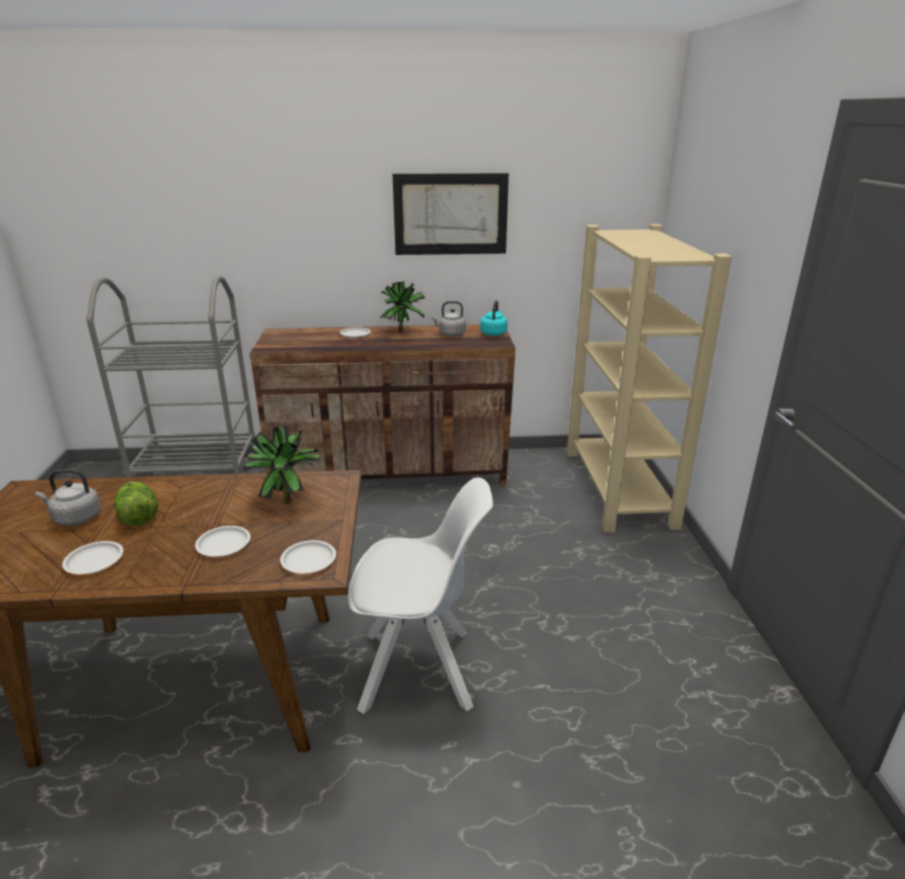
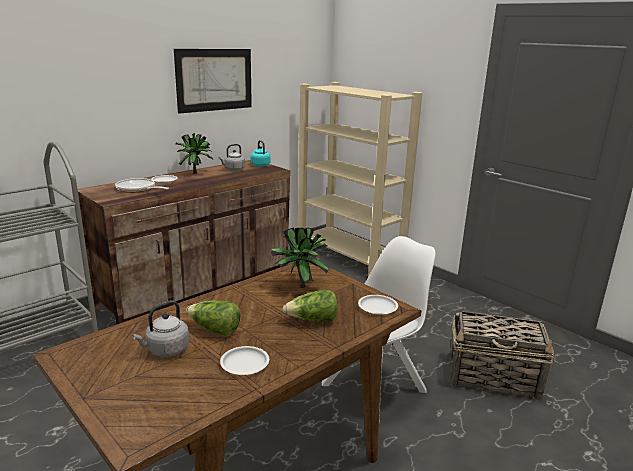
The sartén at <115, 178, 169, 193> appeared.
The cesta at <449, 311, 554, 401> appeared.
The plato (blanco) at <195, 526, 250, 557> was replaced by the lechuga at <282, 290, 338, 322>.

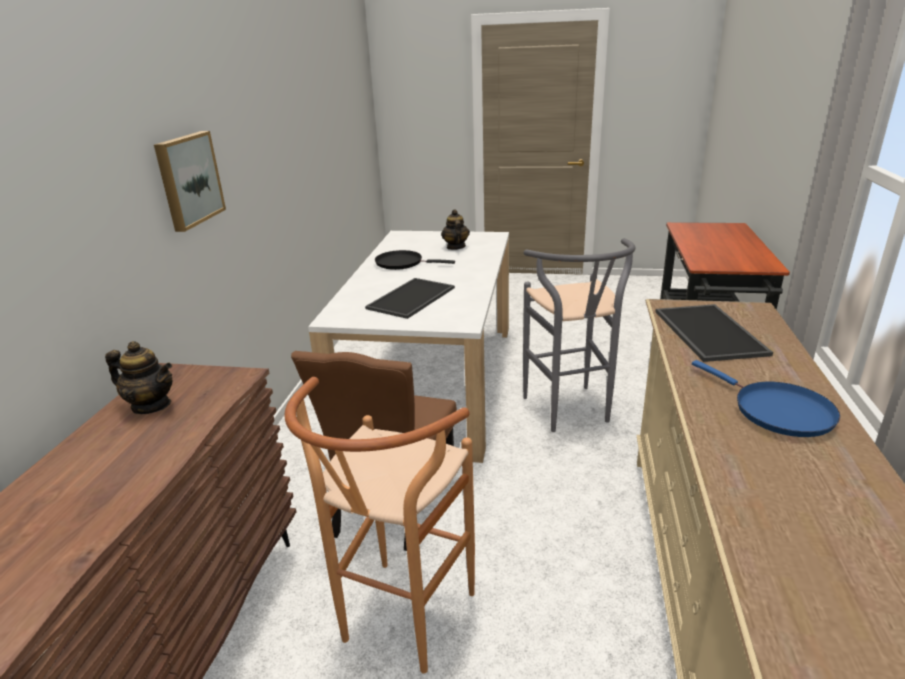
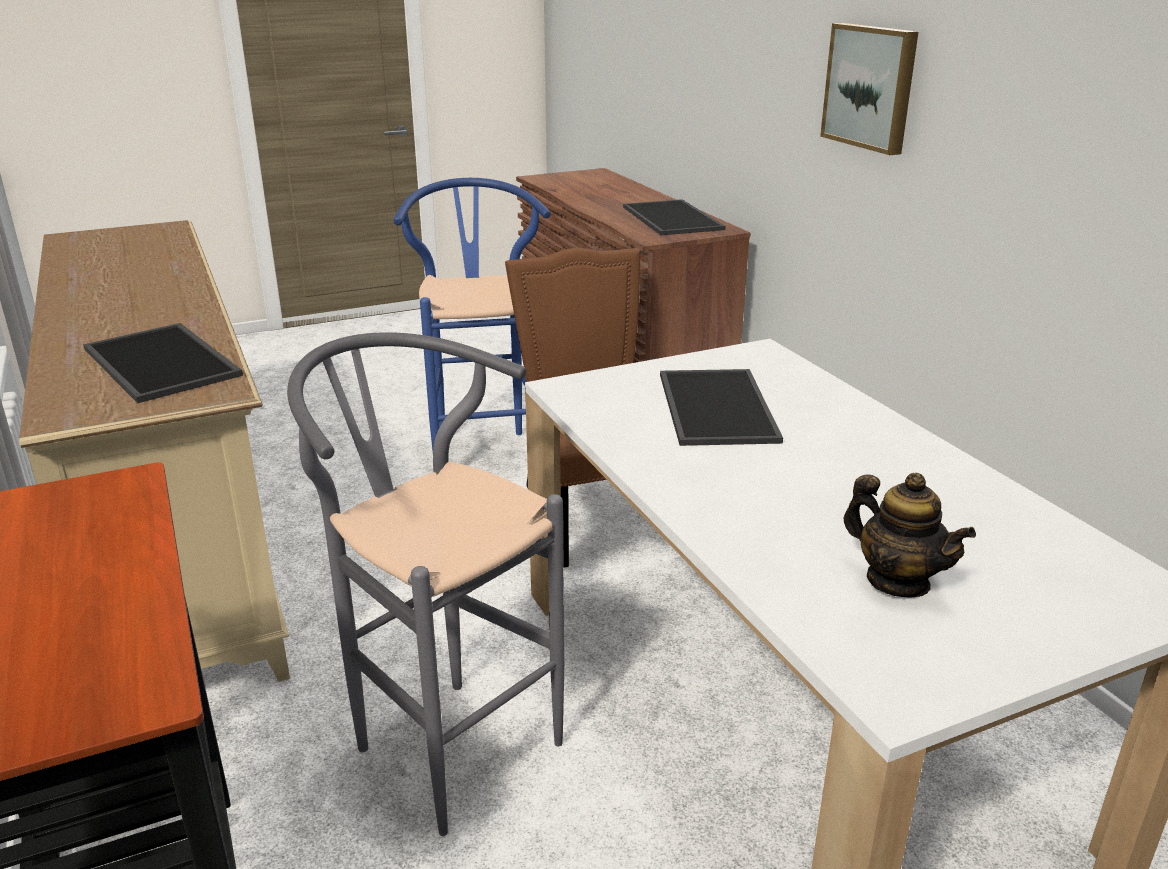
The sartén (negro) at <375, 250, 455, 270> disappeared.
The sartén (azul) at <692, 360, 840, 437> disappeared.
The tetera at <105, 341, 172, 414> was replaced by the bandeja at <623, 199, 725, 235>.
The taburete (marrón) at <284, 377, 475, 674> became the taburete (azul) at <393, 178, 551, 450>.

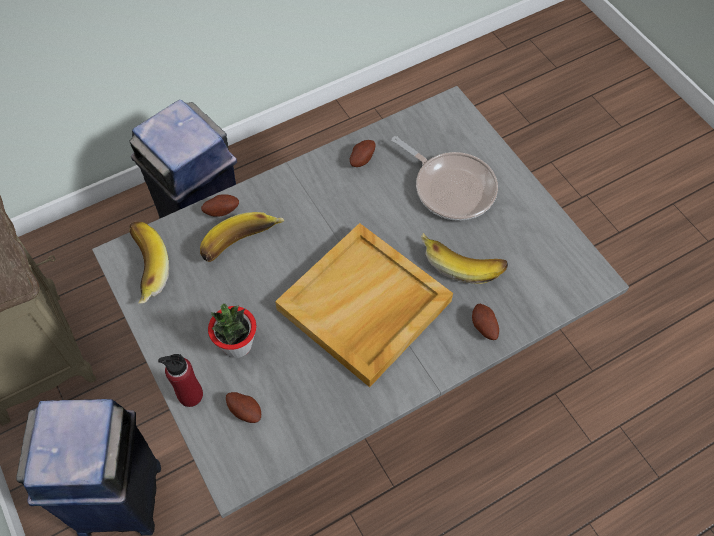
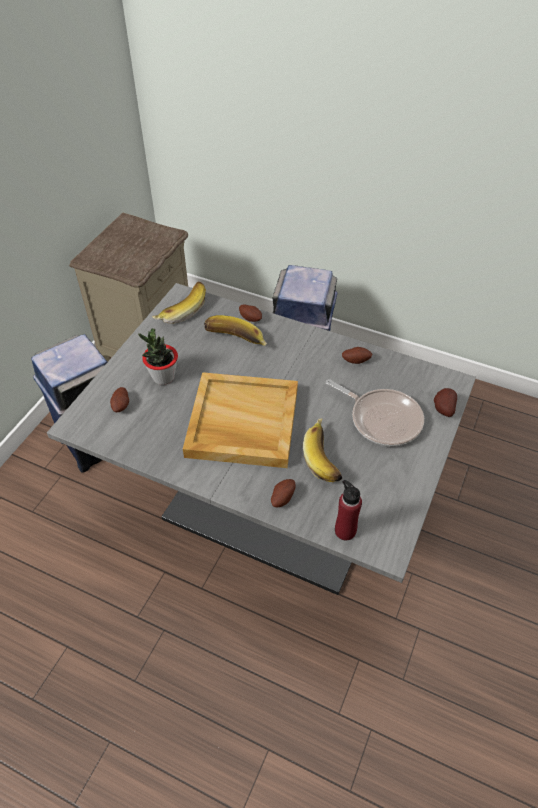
The patata at <434, 388, 457, 417> appeared.
The botella (rojo) moved from <158, 354, 203, 407> to <335, 480, 362, 540>.
The sartén at <391, 136, 498, 221> turned 60 degrees counterclockwise.

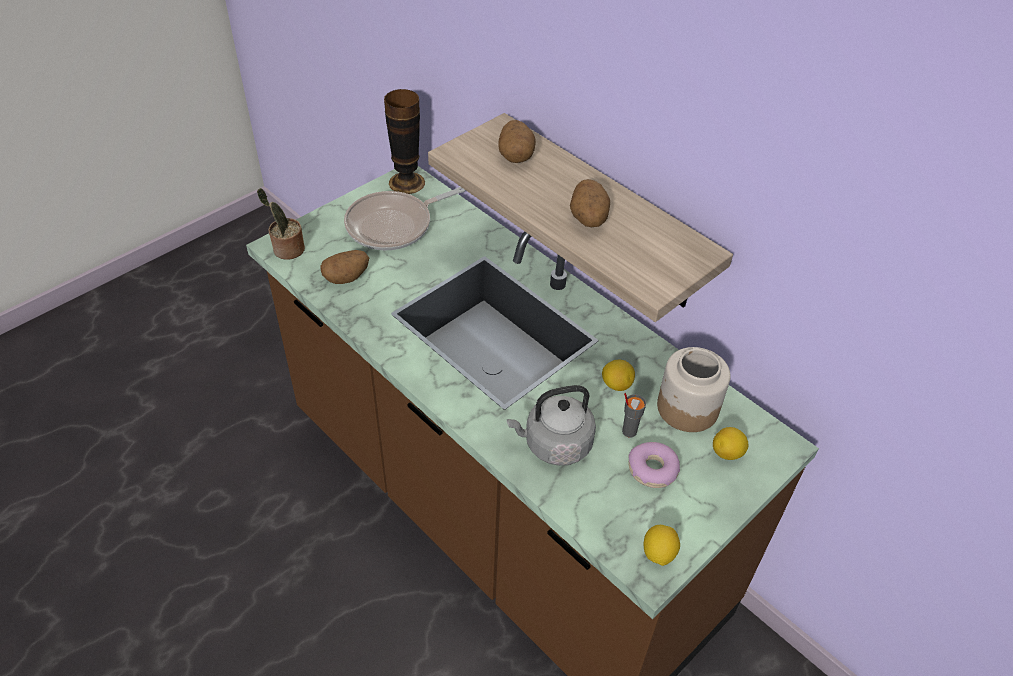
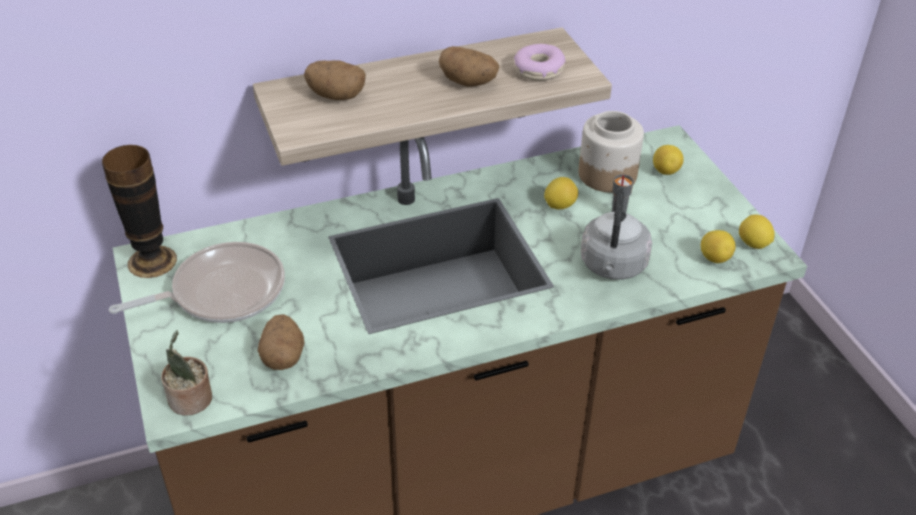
The limón at <701, 230, 736, 263> appeared.
The rosquilla moved from <628, 442, 680, 488> to <514, 44, 566, 81>.
The sartén at <344, 187, 466, 250> turned 105 degrees counterclockwise.

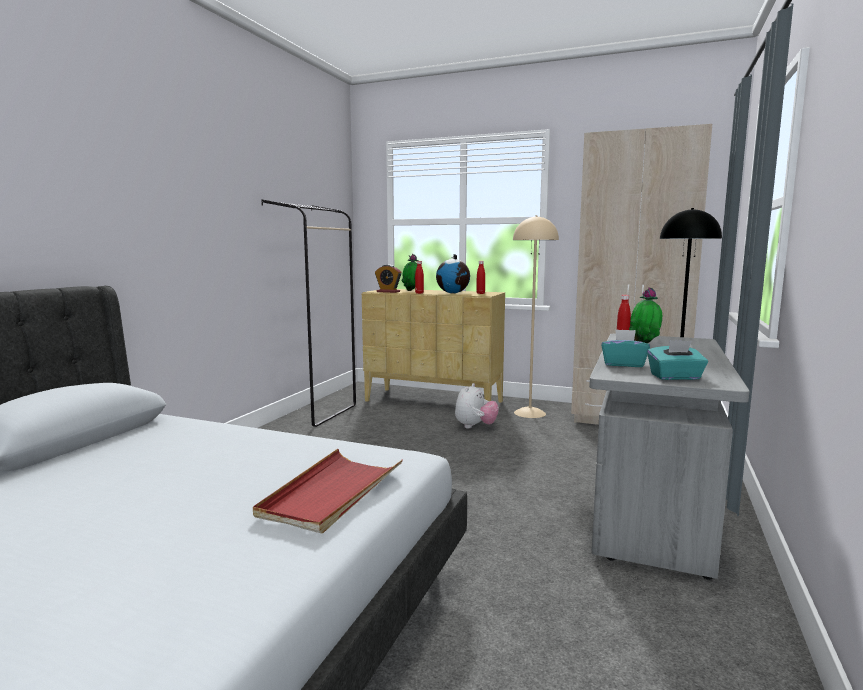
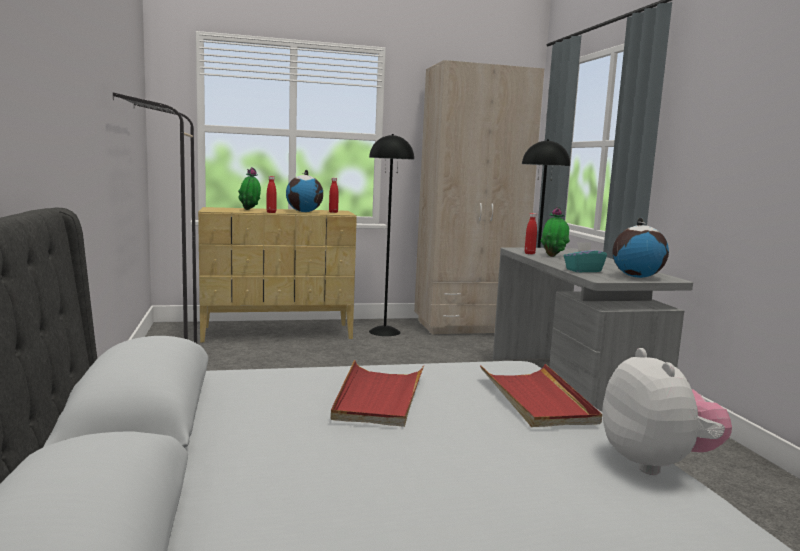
The despertador at <375, 265, 401, 293> disappeared.
The bandeja (rojo) at <331, 360, 424, 427> appeared.
The peluche moved from <455, 383, 499, 428> to <602, 348, 732, 475>.
The caja de pañuelos (turquesa) at <647, 340, 708, 380> was replaced by the globo terráqueo at <613, 218, 669, 278>.
The lámpara de pie (beis) at <513, 215, 559, 418> became the lámpara de pie (negro) at <369, 134, 414, 336>.

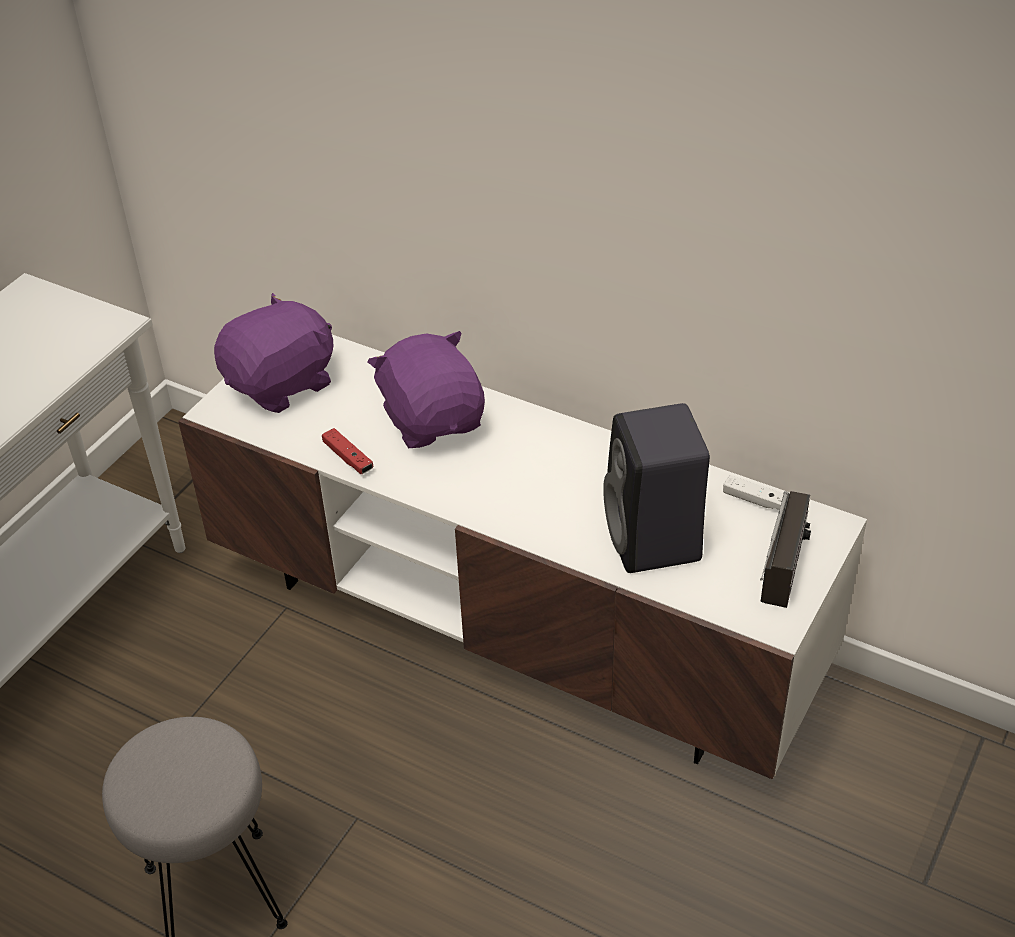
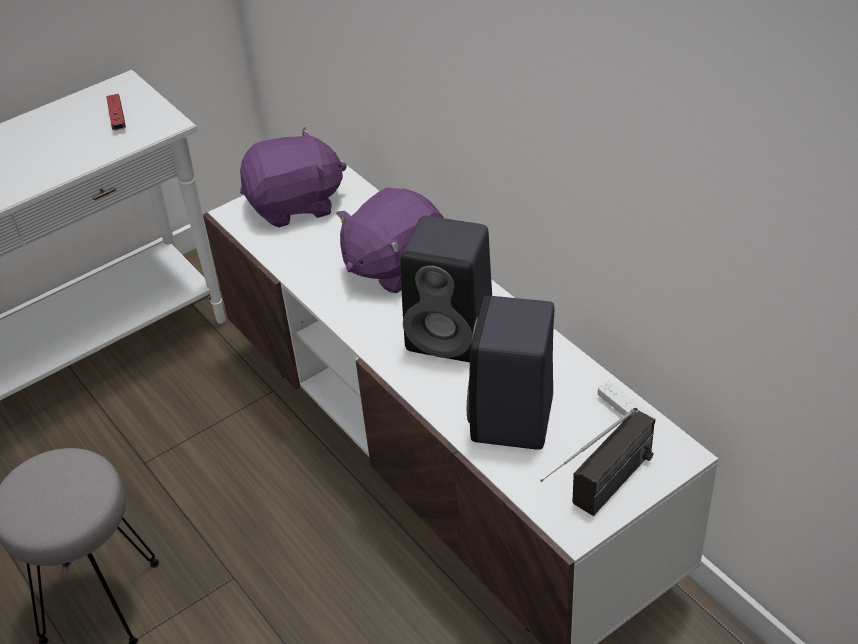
The altavoz (negro) at <400, 216, 492, 362> appeared.
The mando de consola (rojo) moved from <322, 428, 374, 474> to <106, 94, 126, 130>.
The peluche (morado) at <368, 331, 485, 448> turned 135 degrees counterclockwise.

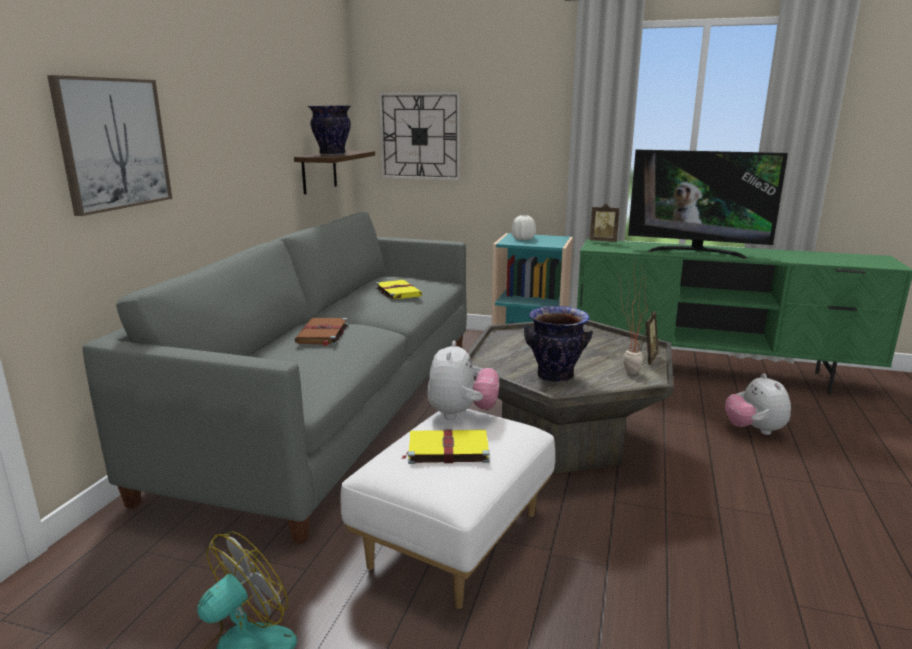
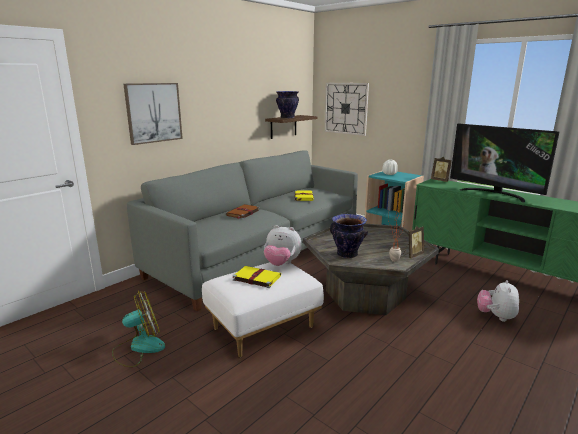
The peluche at <427, 341, 499, 419> turned 75 degrees clockwise.

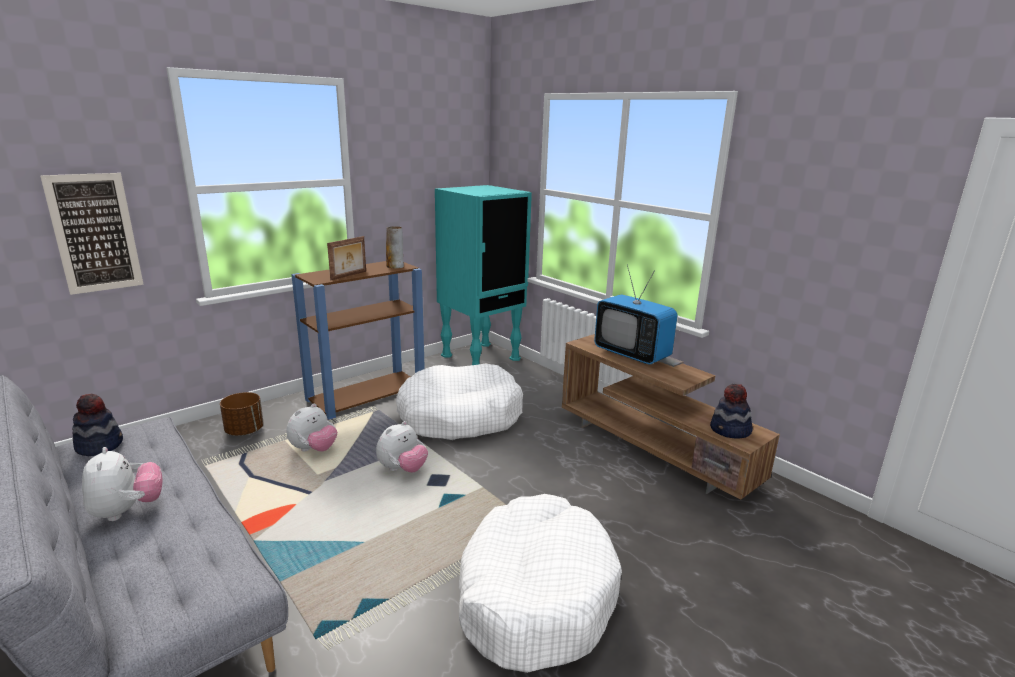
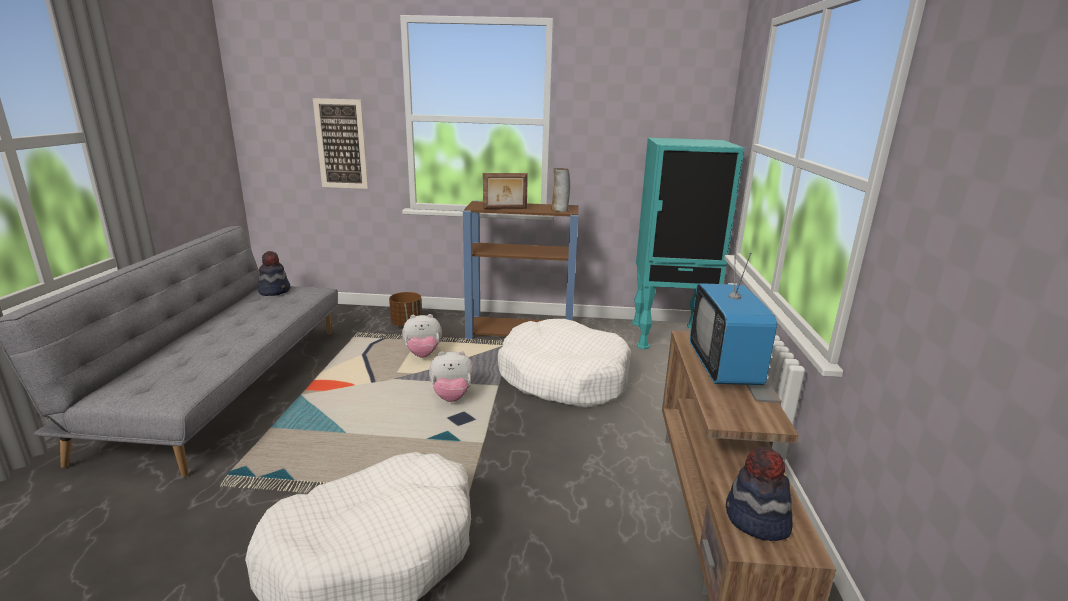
The peluche at <82, 447, 163, 521> disappeared.

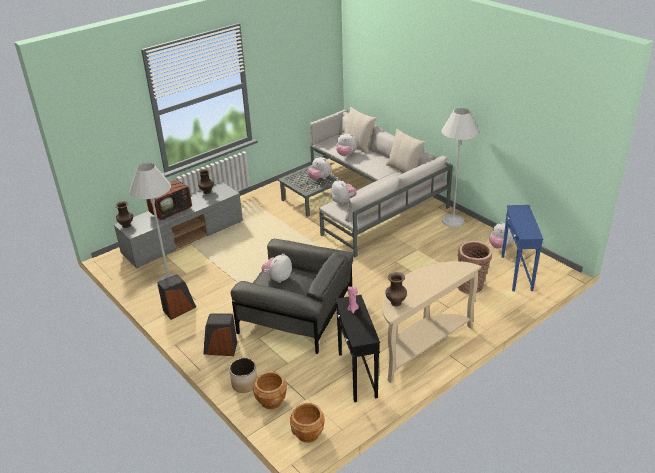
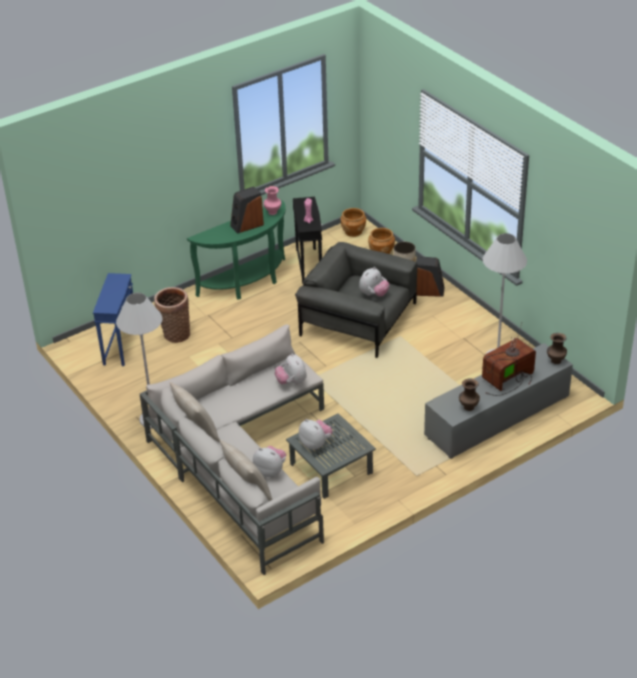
The peluche at <489, 222, 514, 249> disappeared.
The altavoz moved from <157, 275, 196, 320> to <230, 186, 264, 234>.
The mesa consola (beis) at <382, 261, 481, 383> became the mesa consola (verde) at <187, 200, 286, 300>.
The florero (marrón) at <385, 272, 407, 306> became the florero (rosa) at <264, 186, 281, 215>.

